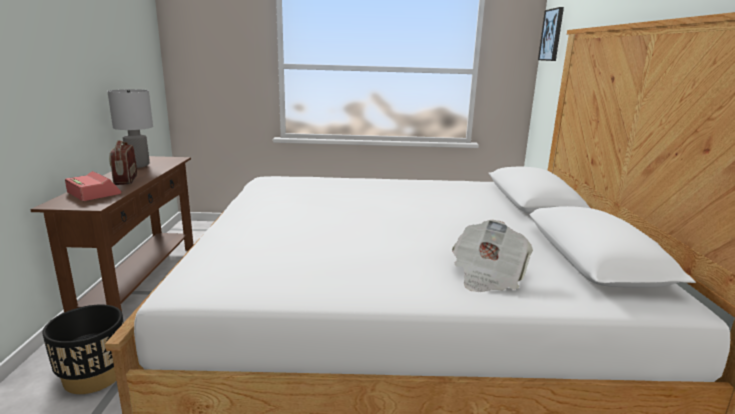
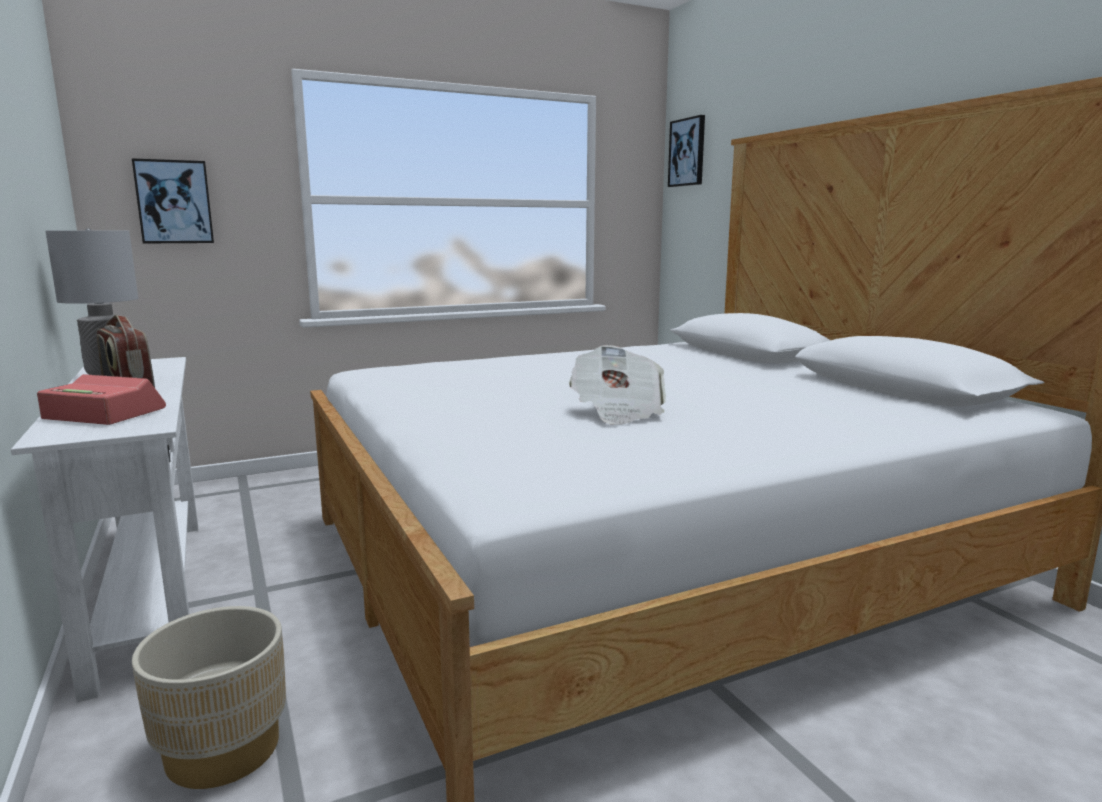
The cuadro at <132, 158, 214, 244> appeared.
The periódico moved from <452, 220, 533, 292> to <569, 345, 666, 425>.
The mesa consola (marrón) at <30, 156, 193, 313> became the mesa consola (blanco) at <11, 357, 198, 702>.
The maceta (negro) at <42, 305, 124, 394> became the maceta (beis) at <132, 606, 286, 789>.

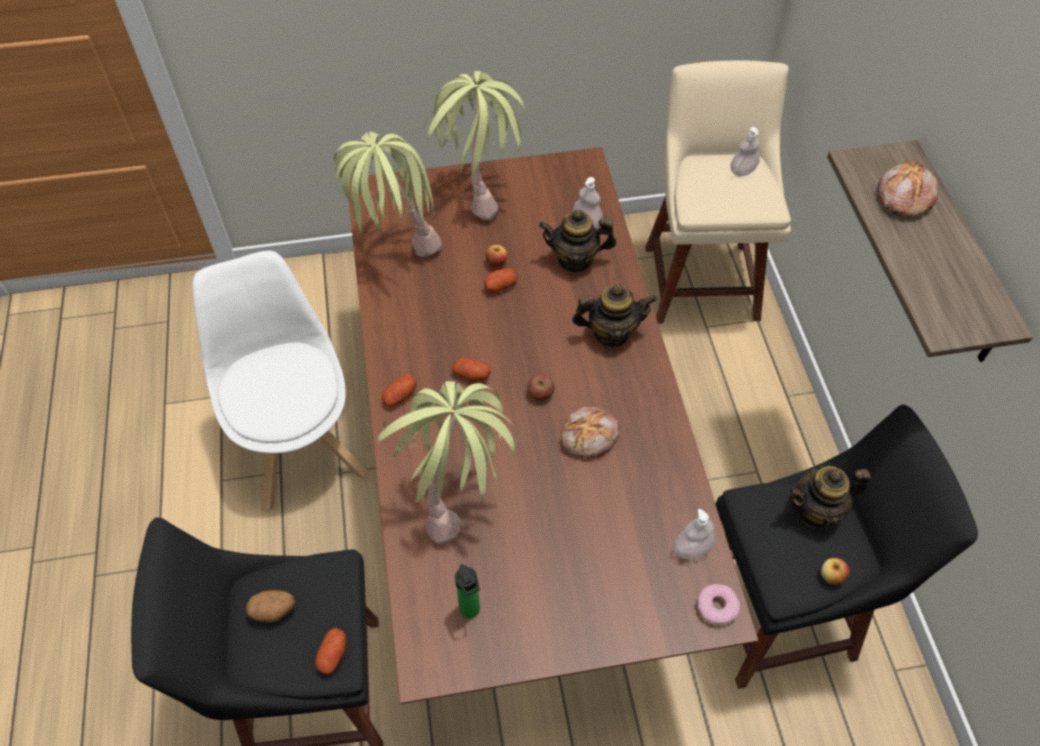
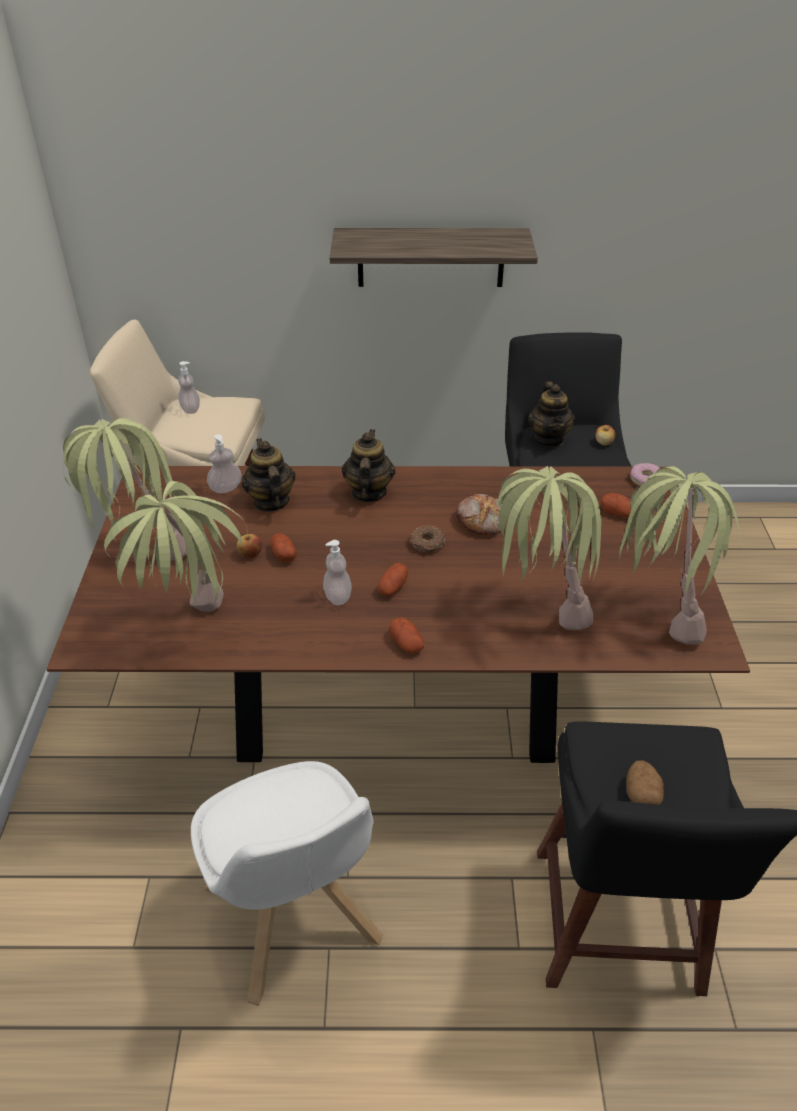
The pan at <878, 161, 938, 217> disappeared.
The patata moved from <315, 628, 347, 674> to <600, 493, 631, 517>.
The dispensador de jabón moved from <673, 509, 715, 560> to <323, 540, 352, 605>.
The botella at <455, 564, 480, 618> was replaced by the planta en maceta at <619, 466, 741, 645>.
The manzana at <527, 374, 554, 401> was replaced by the rosquilla at <410, 525, 445, 553>.
The silla (blanco) at <192, 251, 369, 513> turned 105 degrees counterclockwise.
The tetera at <539, 210, 616, 273> turned 150 degrees clockwise.

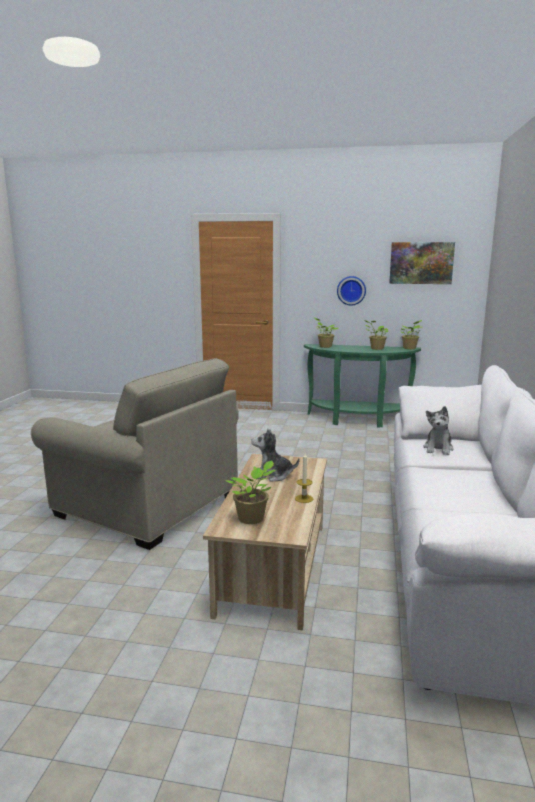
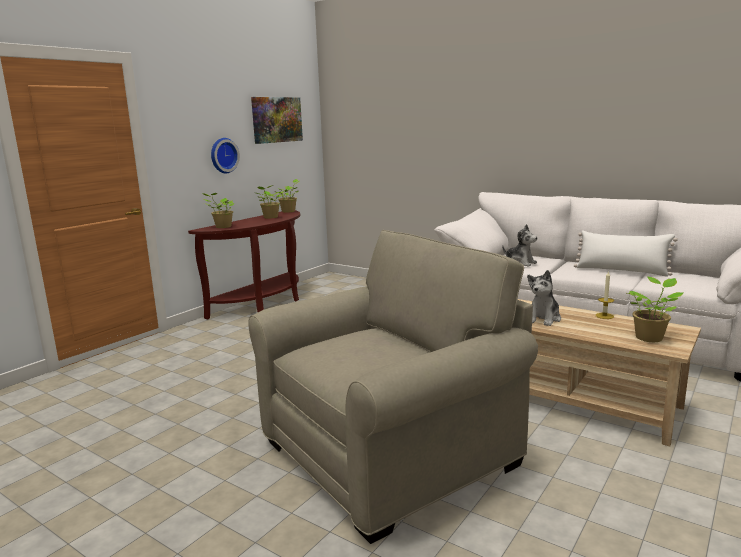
The cojín (blanco) at <574, 230, 677, 277> appeared.
The mesa consola (verde) at <304, 344, 421, 427> became the mesa consola (marrón) at <188, 210, 300, 319>.

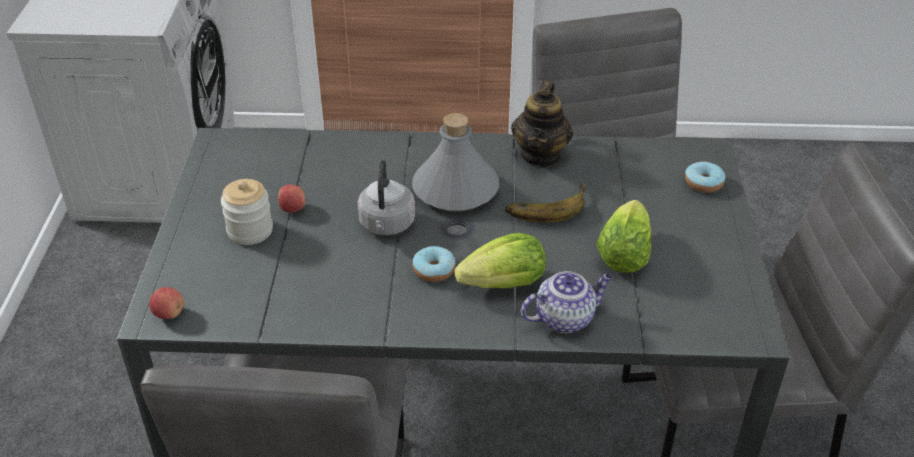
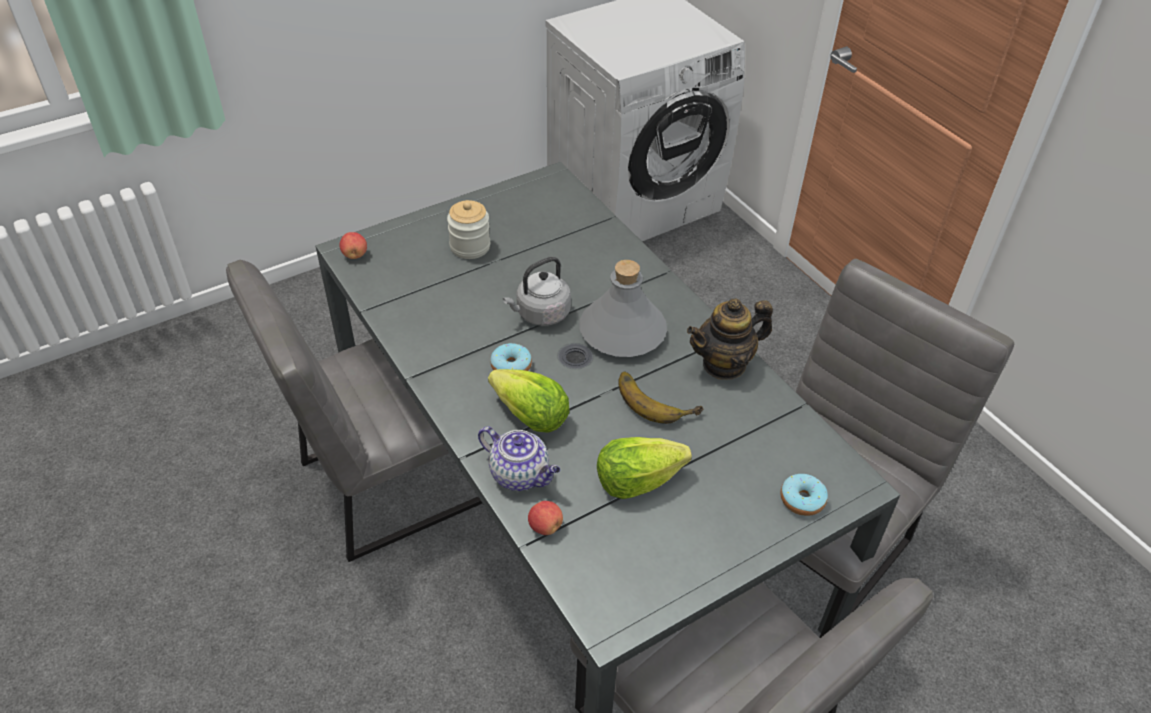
The manzana moved from <277, 184, 305, 212> to <528, 501, 563, 535>.

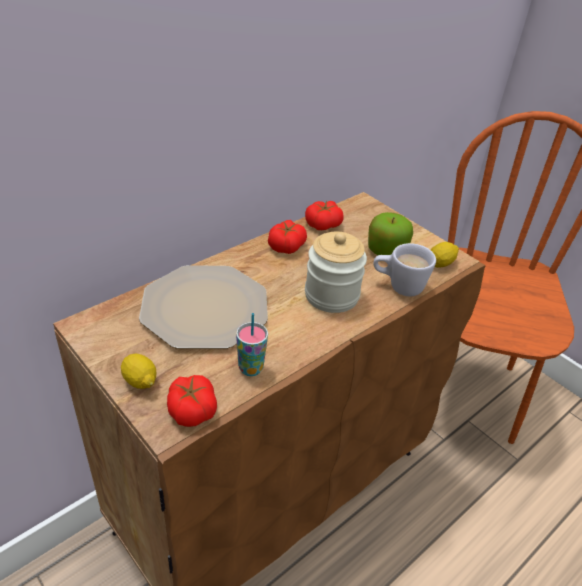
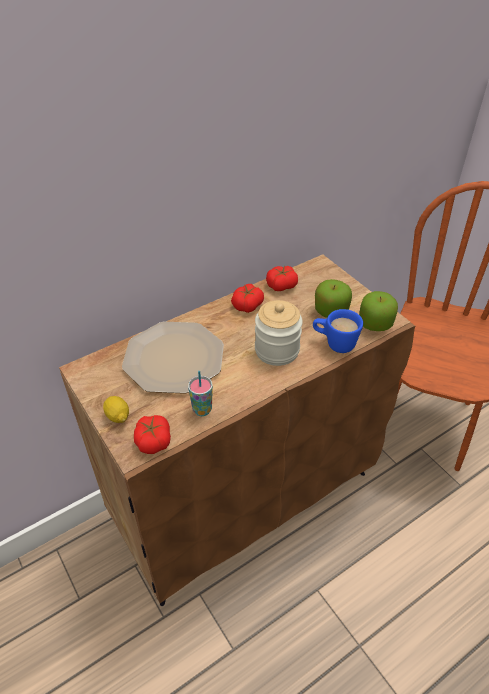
The limón at <431, 242, 459, 268> was replaced by the manzana at <359, 291, 398, 331>.
The taza grande (blanco) at <373, 243, 436, 296> became the taza grande (azul) at <313, 309, 363, 353>.

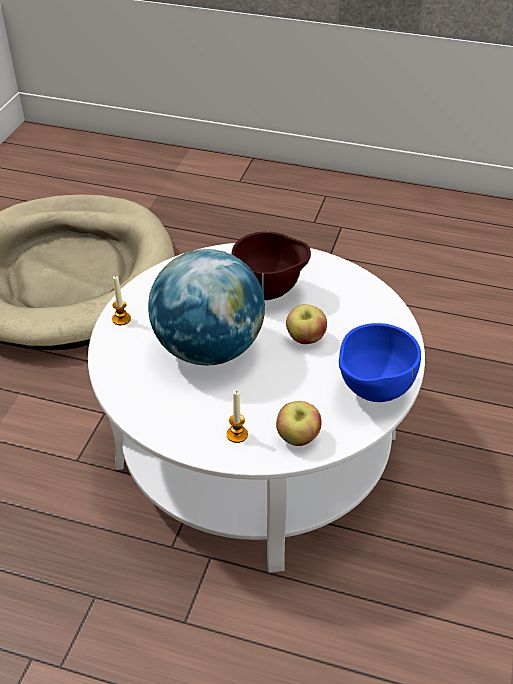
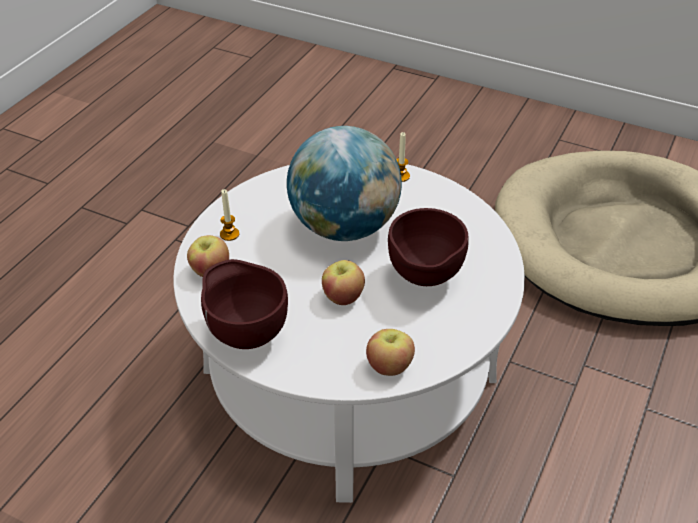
The manzana at <366, 329, 415, 376> appeared.
The cuenco (azul) at <339, 323, 421, 402> became the cuenco (marrón) at <201, 259, 288, 349>.

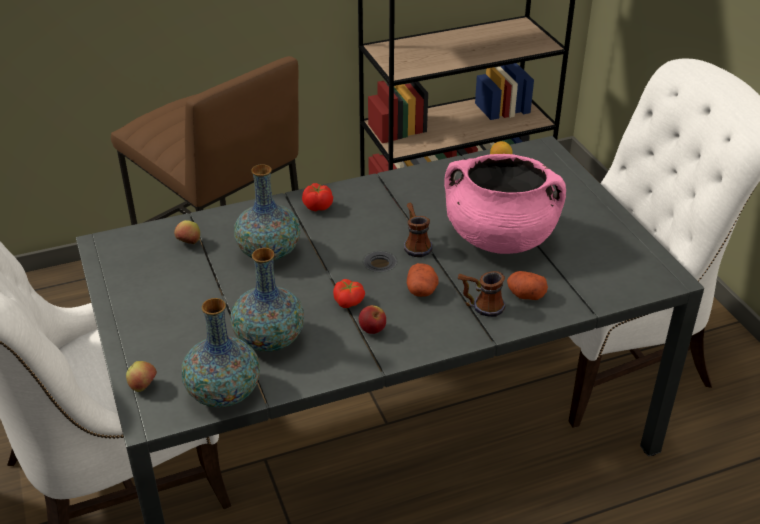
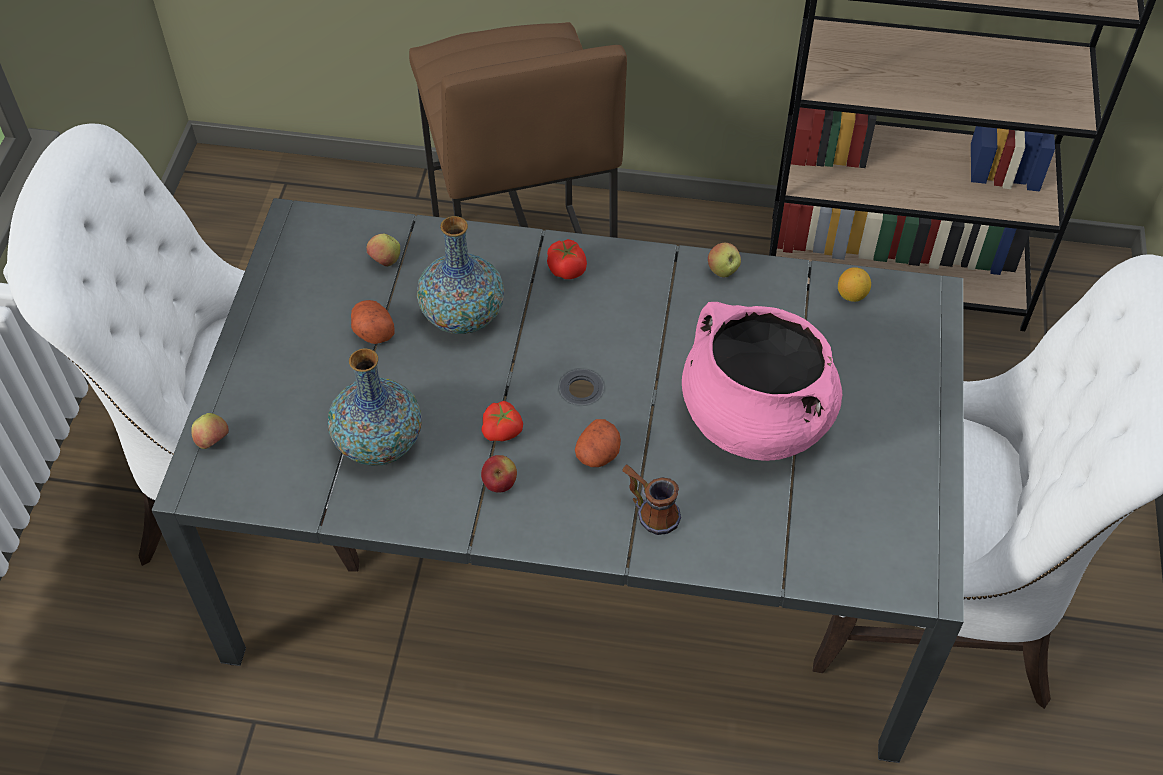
The florero at <181, 298, 260, 408> disappeared.
The taza grande at <404, 202, 432, 257> disappeared.
The manzana at <708, 243, 741, 277> appeared.
The patata moved from <507, 271, 548, 300> to <351, 300, 395, 344>.

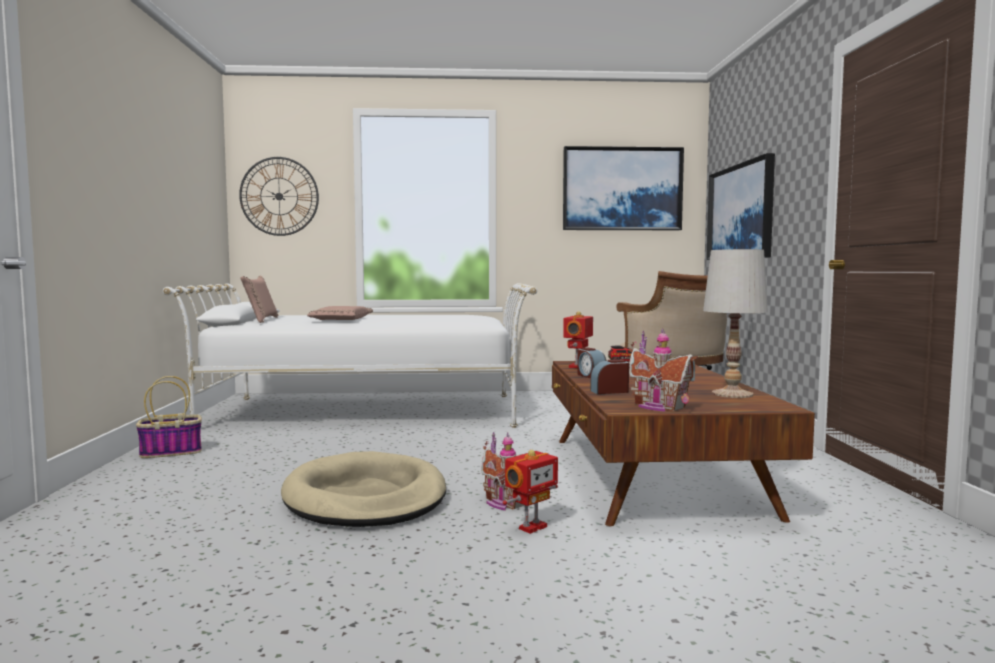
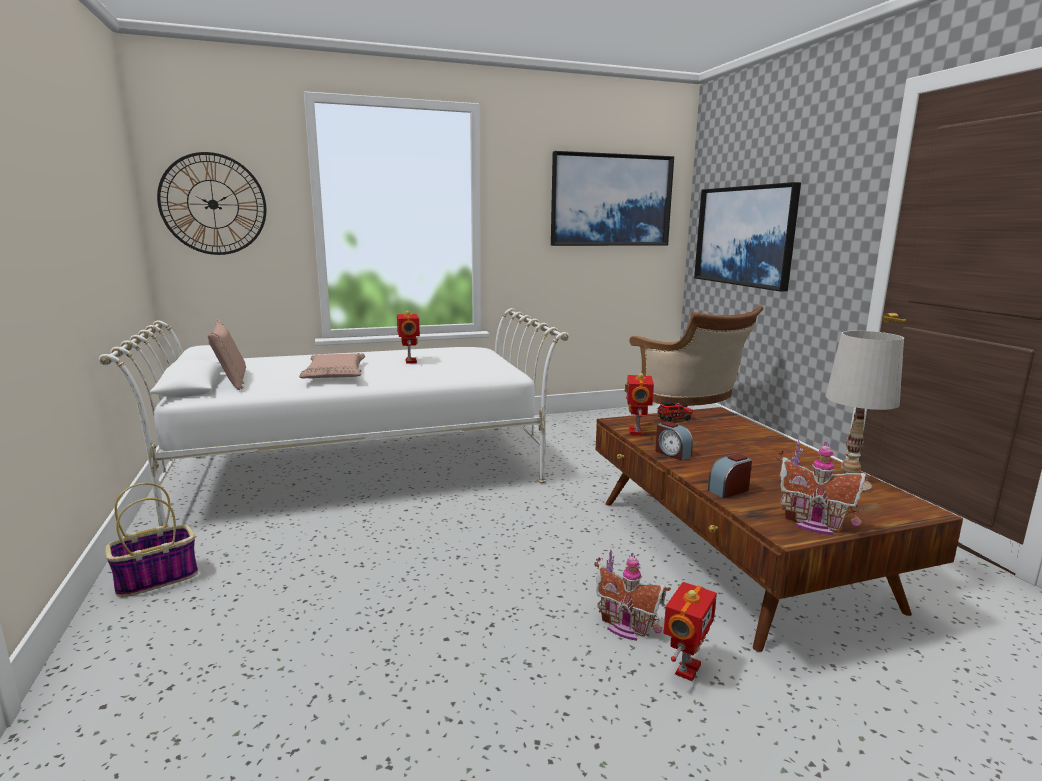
The cama para perro (beis) at <281, 451, 446, 527> disappeared.
The robot de juguete at <397, 311, 420, 364> appeared.

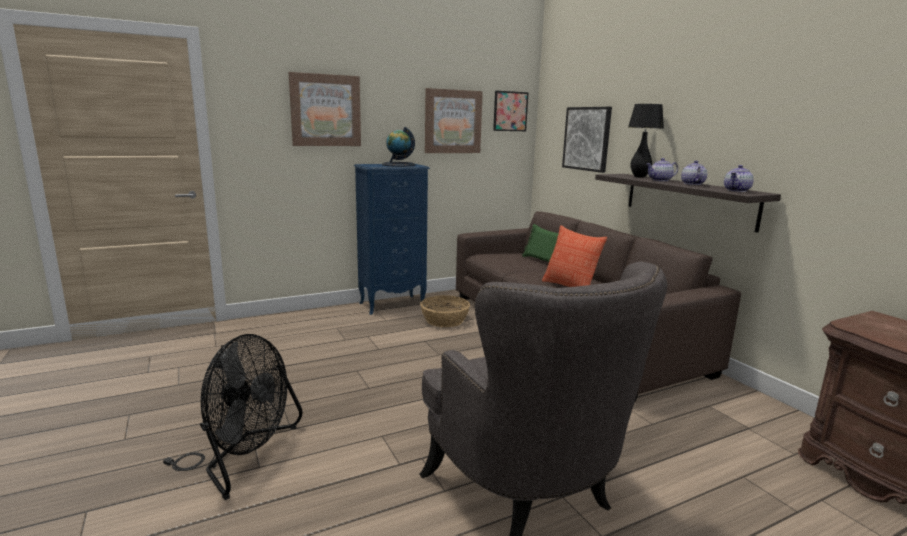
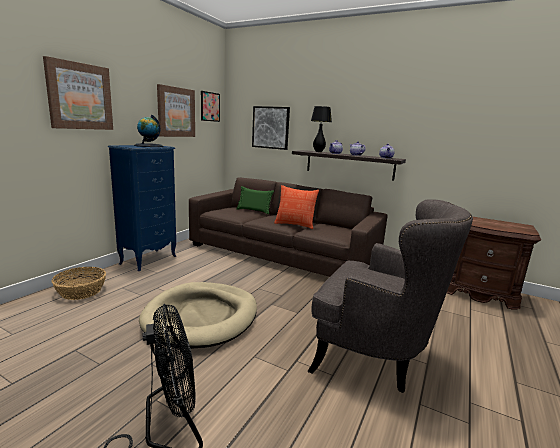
The cama para perro (beis) at <139, 282, 257, 349> appeared.
The cesta moved from <420, 295, 470, 327> to <51, 267, 106, 300>.

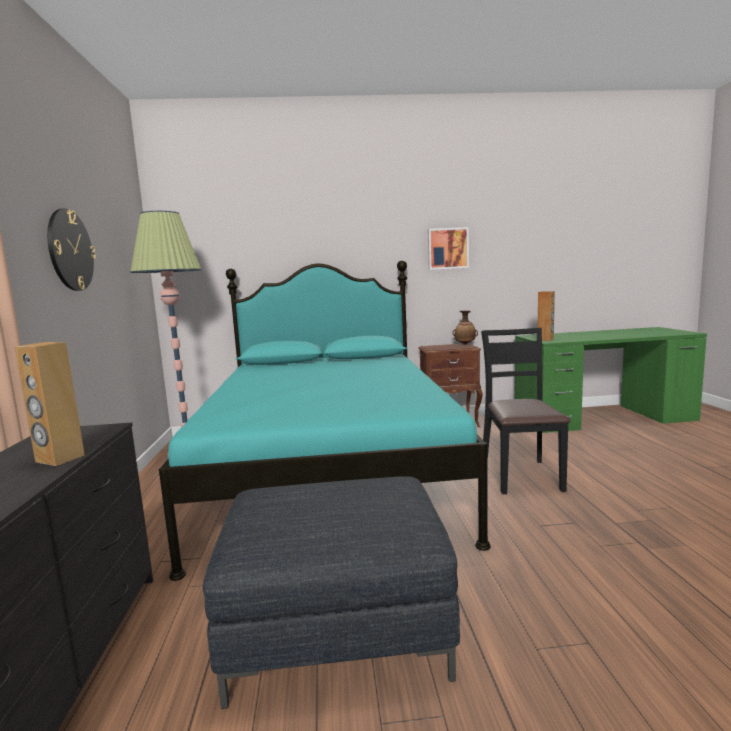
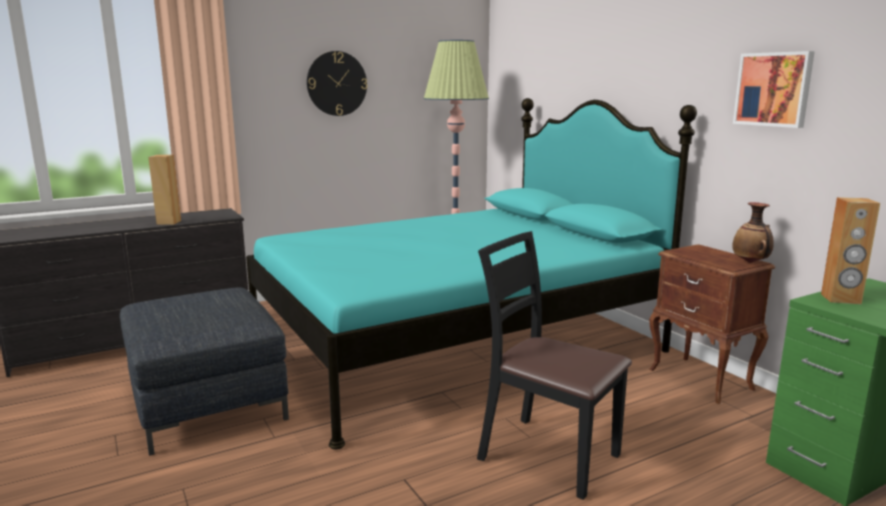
The silla (negro) at <481, 328, 571, 494> turned 120 degrees counterclockwise.

